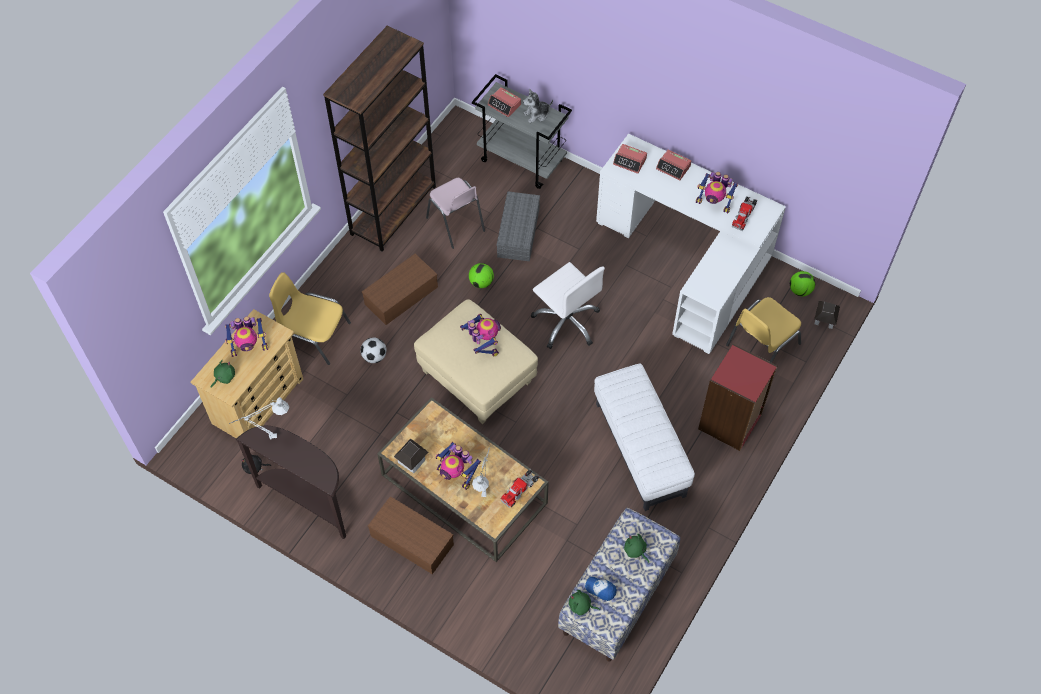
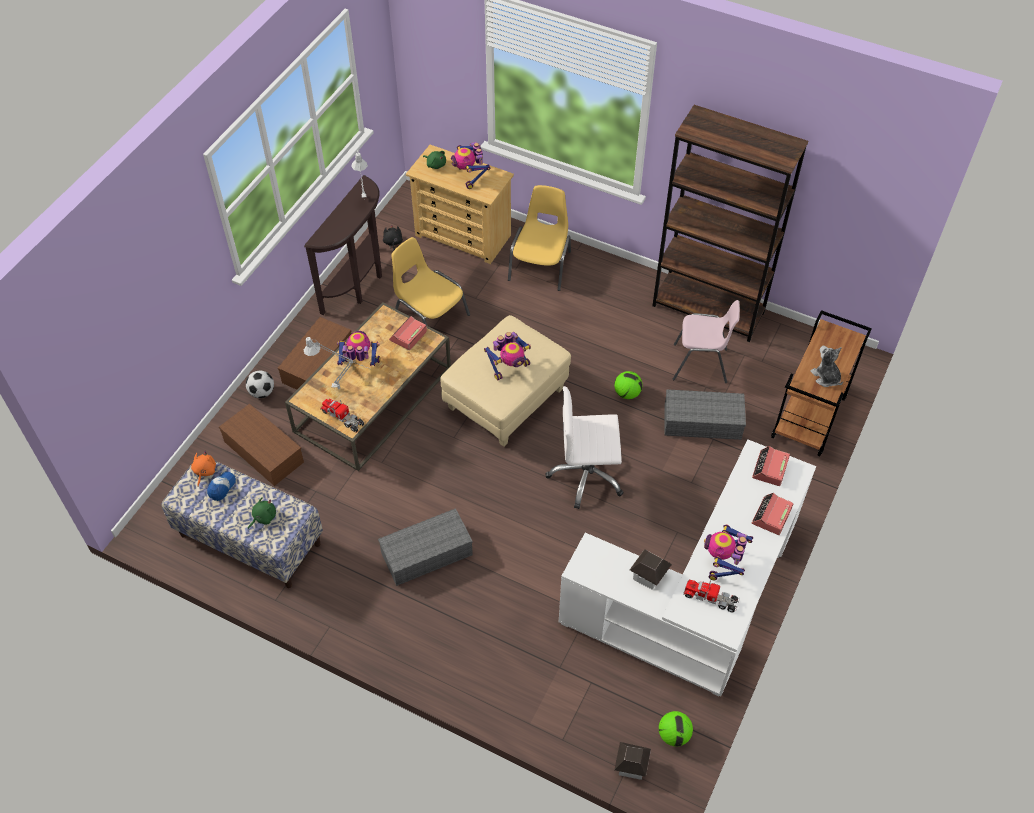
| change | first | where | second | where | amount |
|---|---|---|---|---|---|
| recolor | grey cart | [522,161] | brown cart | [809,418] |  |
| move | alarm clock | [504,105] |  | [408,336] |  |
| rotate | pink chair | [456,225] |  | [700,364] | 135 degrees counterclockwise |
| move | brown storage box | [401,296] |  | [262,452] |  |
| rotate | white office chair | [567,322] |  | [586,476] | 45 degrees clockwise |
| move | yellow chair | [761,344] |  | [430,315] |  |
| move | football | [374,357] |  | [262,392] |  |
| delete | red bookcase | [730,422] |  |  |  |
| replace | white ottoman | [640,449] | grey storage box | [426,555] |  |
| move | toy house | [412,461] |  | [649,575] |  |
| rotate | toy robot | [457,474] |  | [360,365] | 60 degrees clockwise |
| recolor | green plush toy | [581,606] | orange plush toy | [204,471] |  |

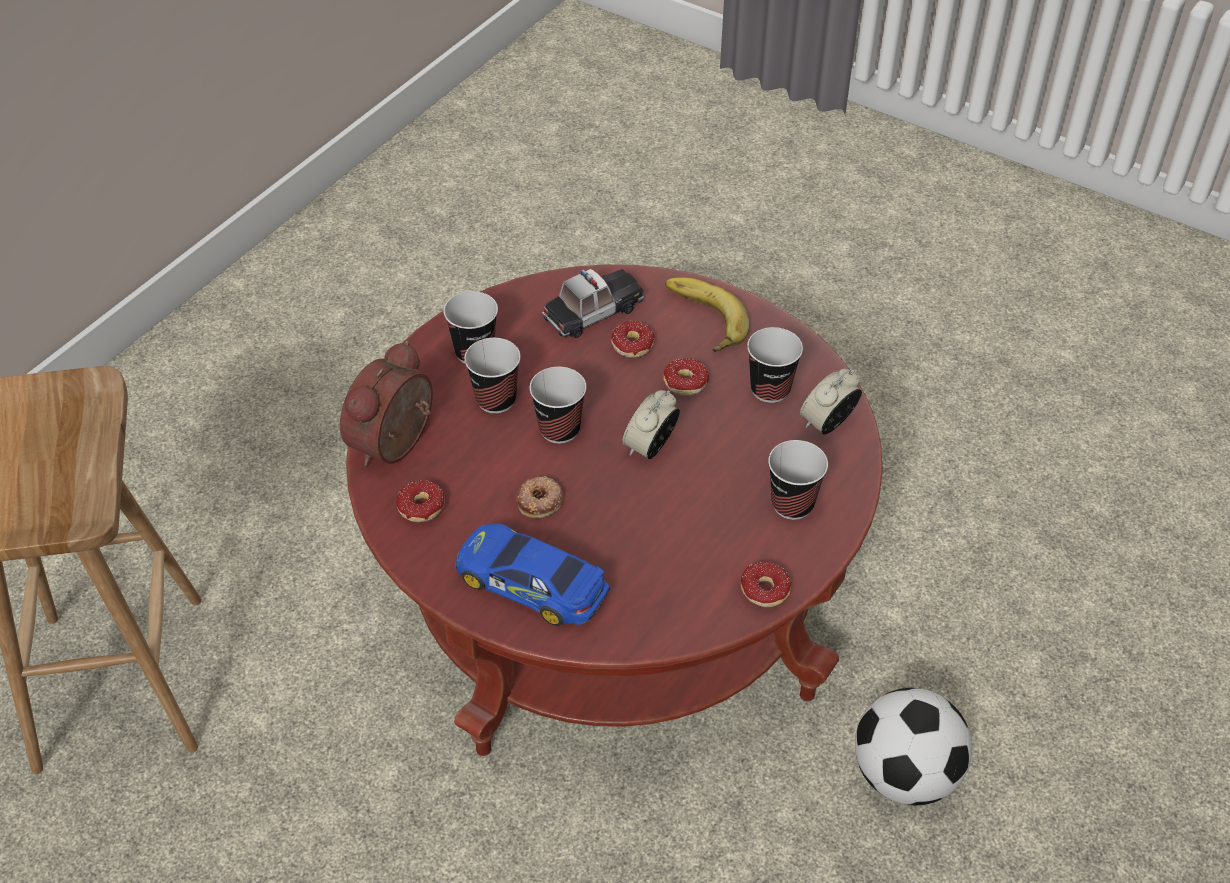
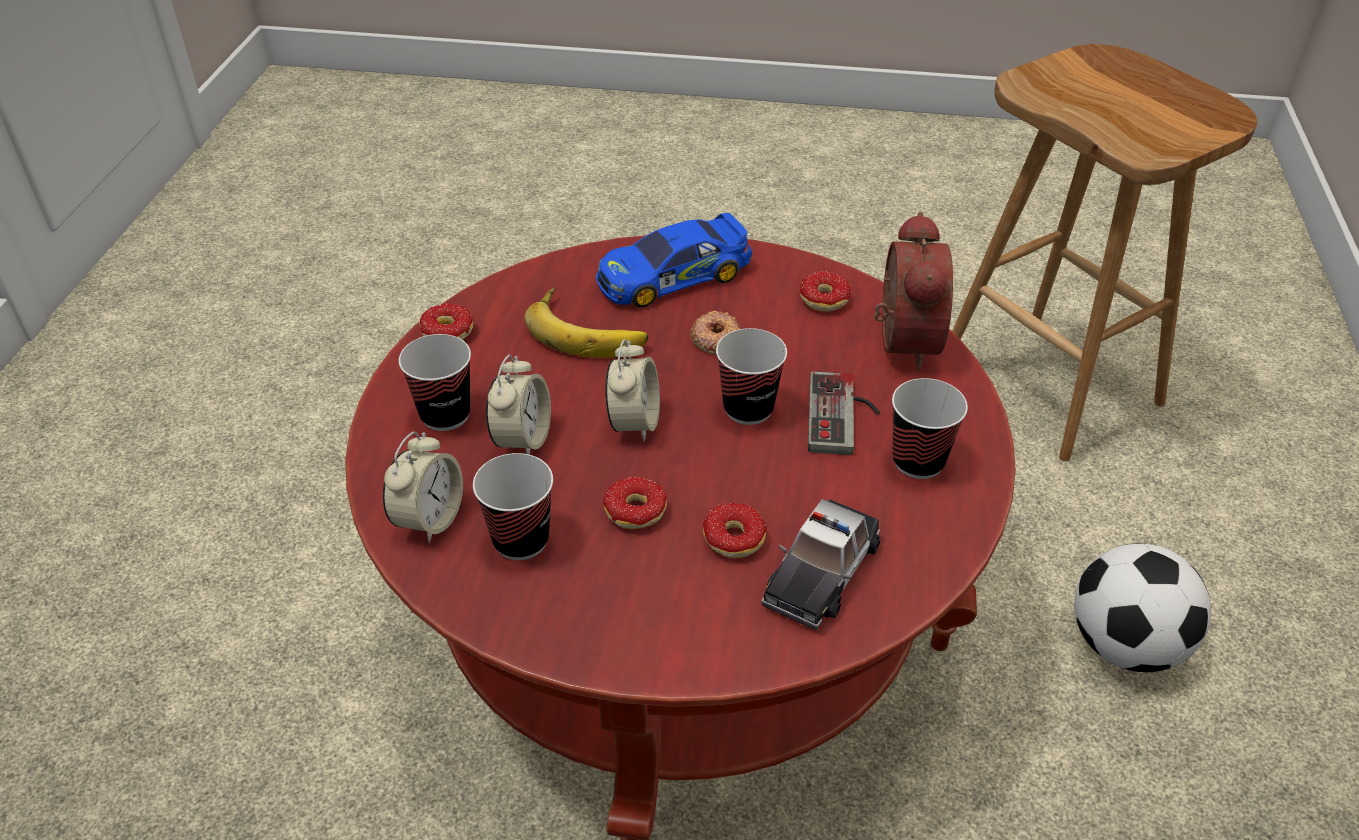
| change | first | where | second | where | amount |
|---|---|---|---|---|---|
| move | banana | [701,320] |  | [588,330] |  |
| replace | cup | [496,400] | game controller | [844,416] |  |
| rotate | toy car | [531,583] |  | [673,276] | 150 degrees clockwise |
| move | football | [904,775] |  | [1125,645] |  |
| insert |  |  | alarm clock | [522,439] |  |

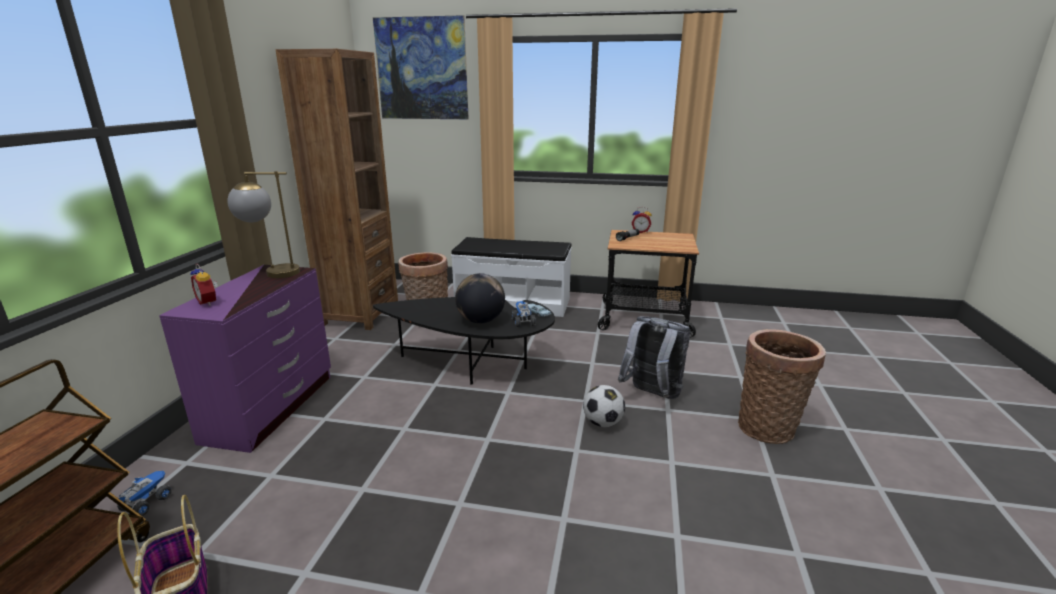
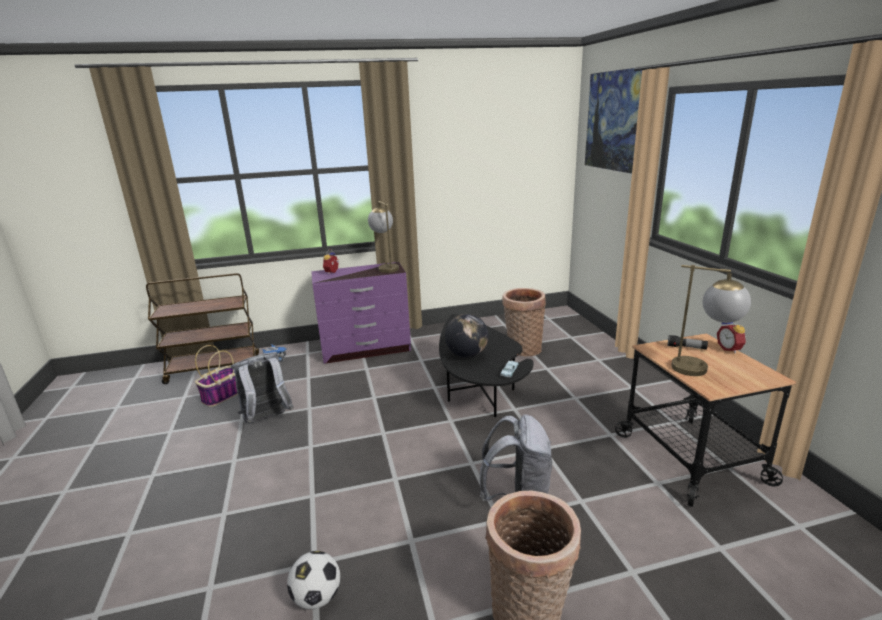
| change | first | where | second | where | amount |
|---|---|---|---|---|---|
| delete | brown bookcase | [360,314] |  |  |  |
| delete | white bench | [513,303] |  |  |  |
| delete | toy truck | [522,322] |  |  |  |
| move | football | [603,423] |  | [317,597] |  |
| insert |  |  | table lamp | [702,370] |  |
| insert |  |  | grey backpack | [267,419] |  |

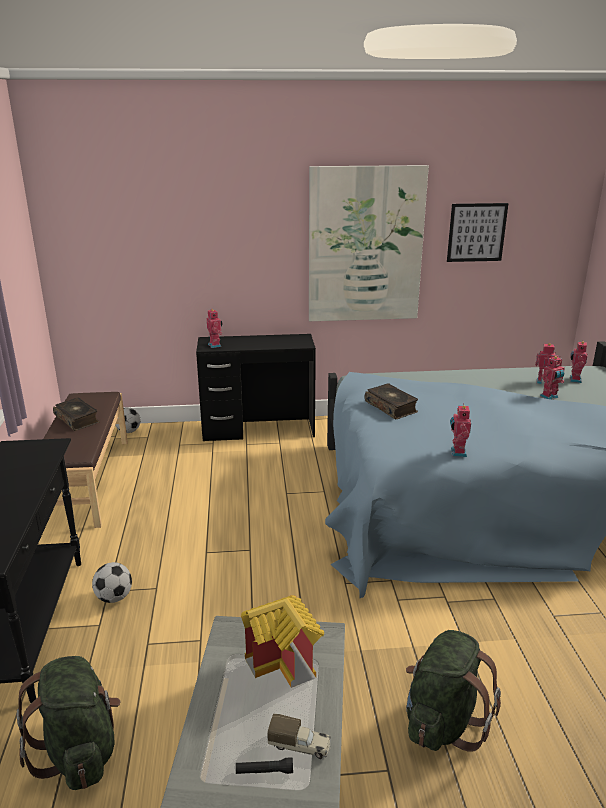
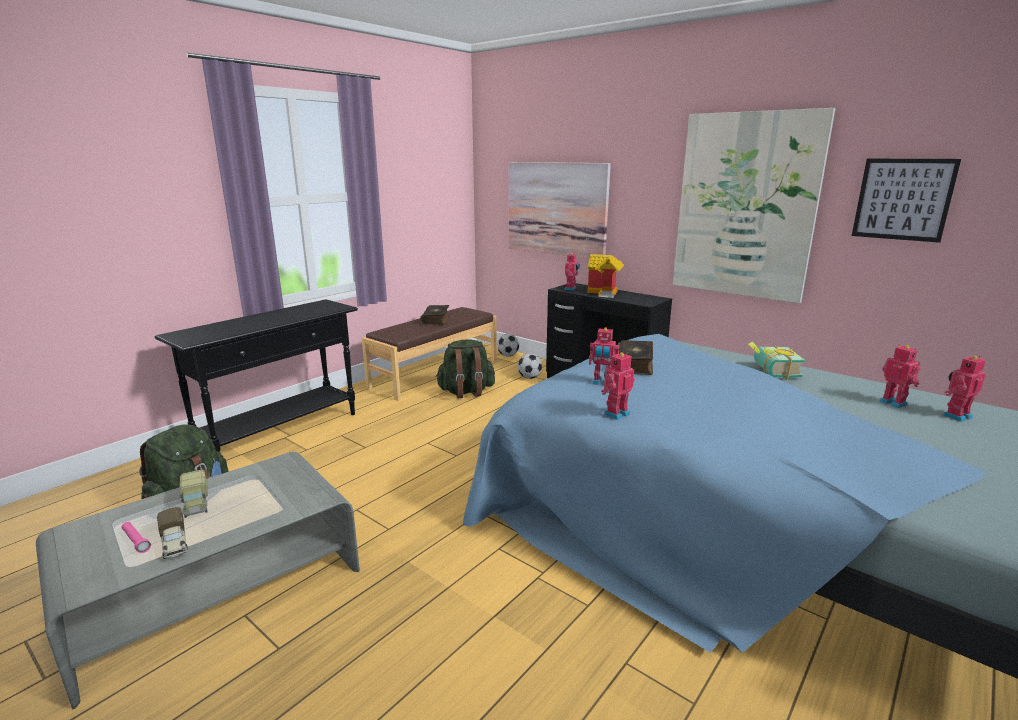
| change | first | where | second | where | amount |
|---|---|---|---|---|---|
| move | toy robot | [549,397] |  | [602,383] |  |
| move | football | [114,597] |  | [529,377] |  |
| move | toy house | [285,662] |  | [605,293] |  |
| move | green backpack | [443,722] |  | [466,392] |  |
| recolor | black flashlight | [264,771] | pink flashlight | [136,541] |  |
| insert |  |  | picture | [556,209] |  |
| insert |  |  | book | [771,372] |  |
| insert |  |  | toy truck | [196,503] |  |

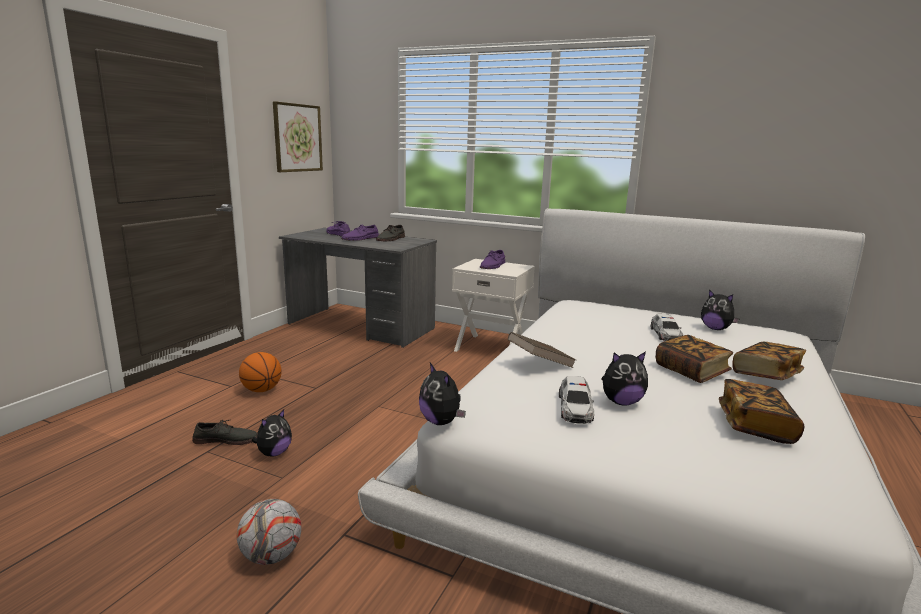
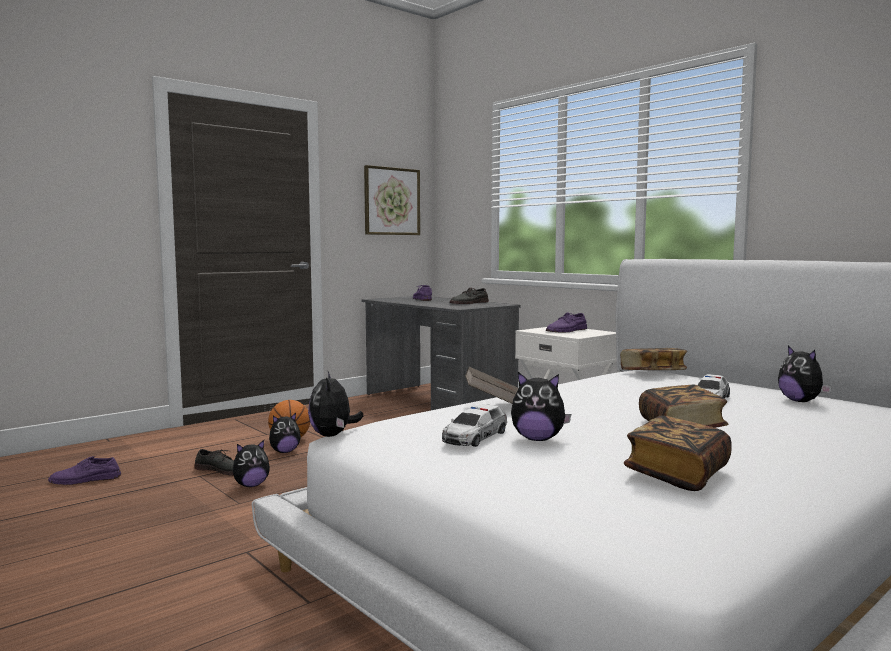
| change | first | where | second | where | amount |
|---|---|---|---|---|---|
| move | purple shoe | [360,238] |  | [85,480] |  |
| move | book | [766,374] |  | [652,373] |  |
| delete | football | [271,556] |  |  |  |
| insert |  |  | plush toy | [284,452] |  |

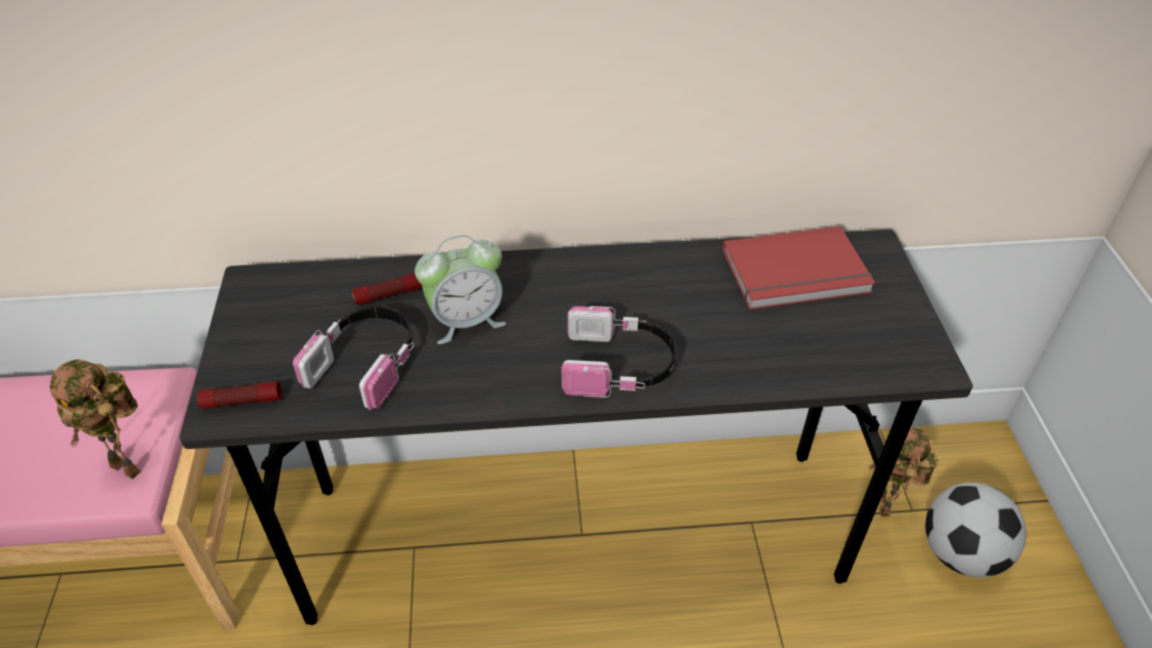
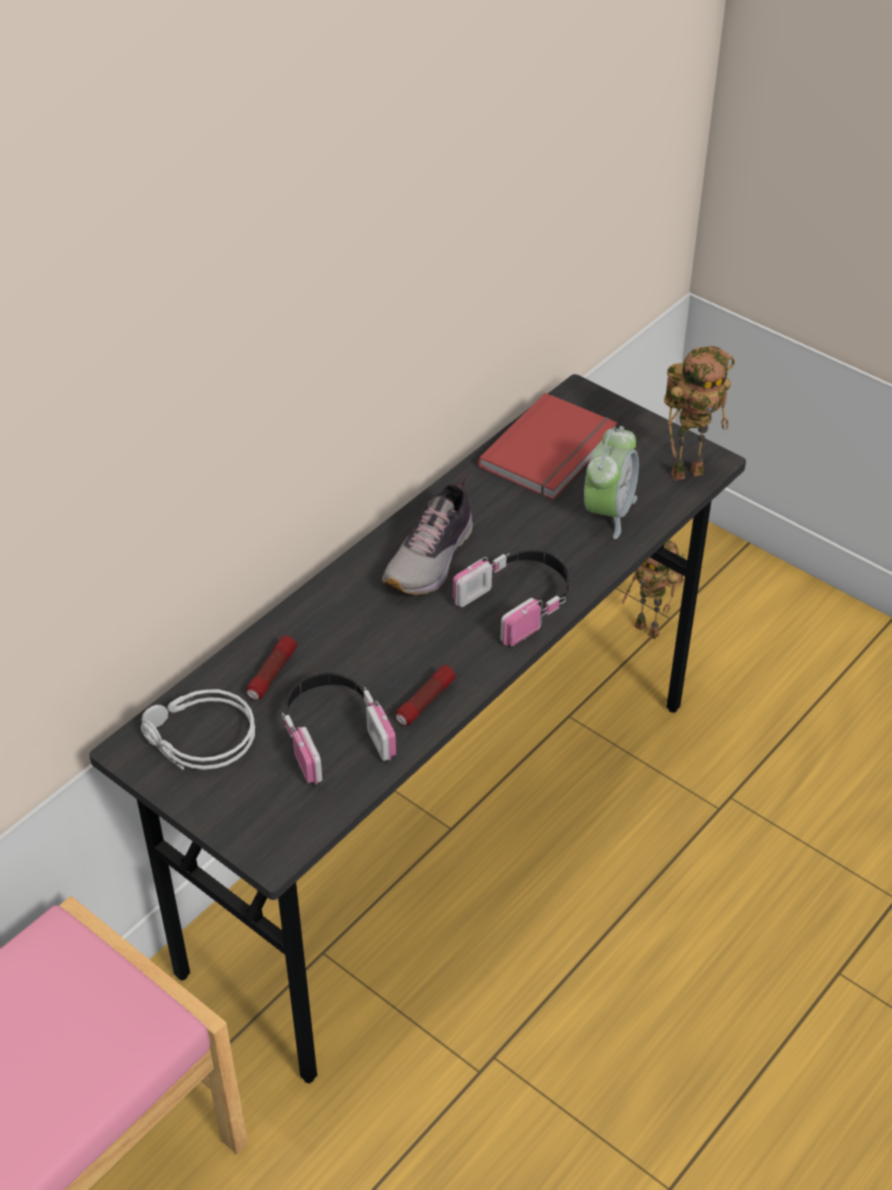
| change | first | where | second | where | amount |
|---|---|---|---|---|---|
| move | alarm clock | [466,321] |  | [608,512] |  |
| move | toy robot | [130,467] |  | [688,471] |  |
| move | flashlight | [242,401] |  | [425,702] |  |
| delete | football | [960,553] |  |  |  |
| insert |  |  | shoe | [432,558] |  |
| insert |  |  | grey headphones | [198,739] |  |

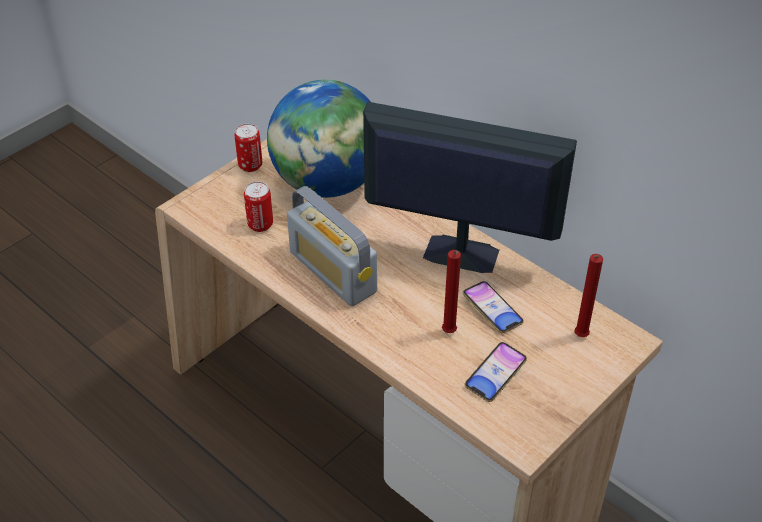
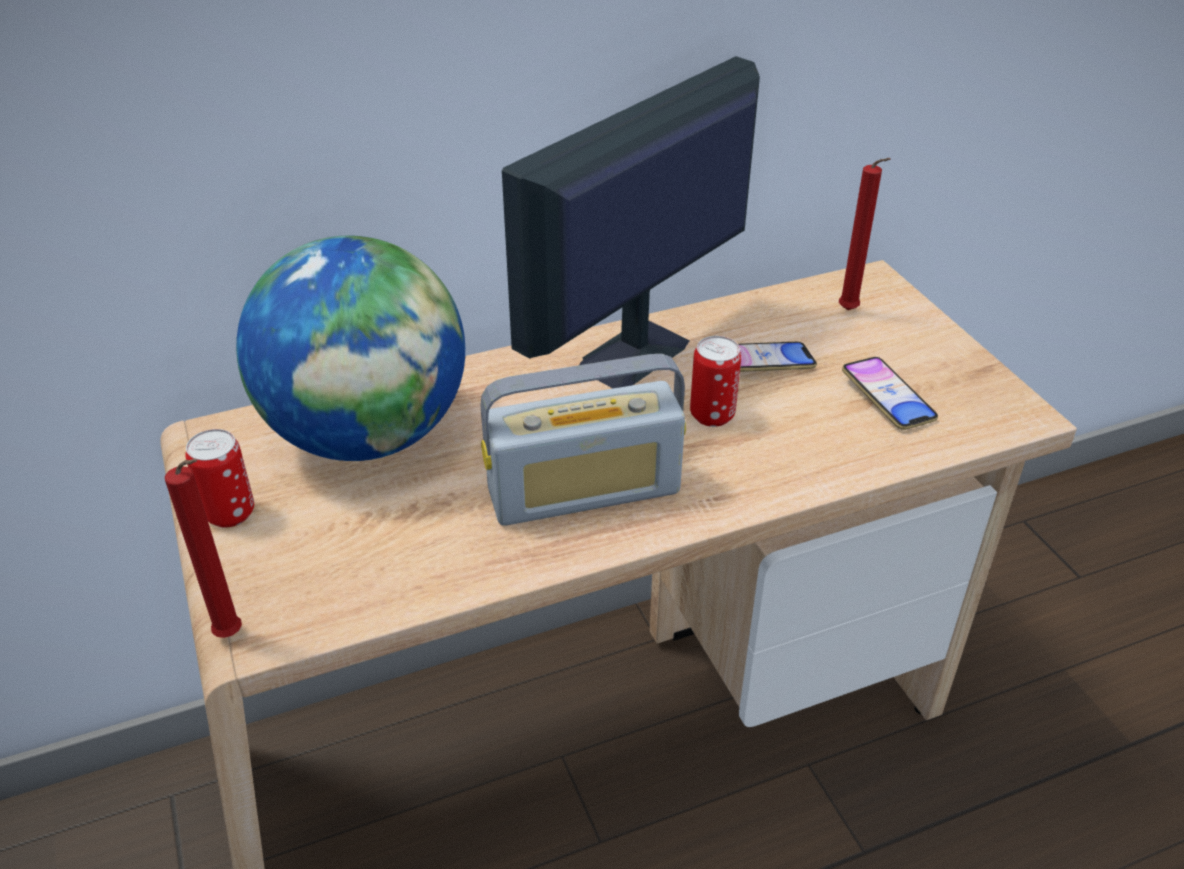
| change | first | where | second | where | amount |
|---|---|---|---|---|---|
| move | can | [260,225] |  | [712,415] |  |
| move | red candle | [449,333] |  | [233,636] |  |

